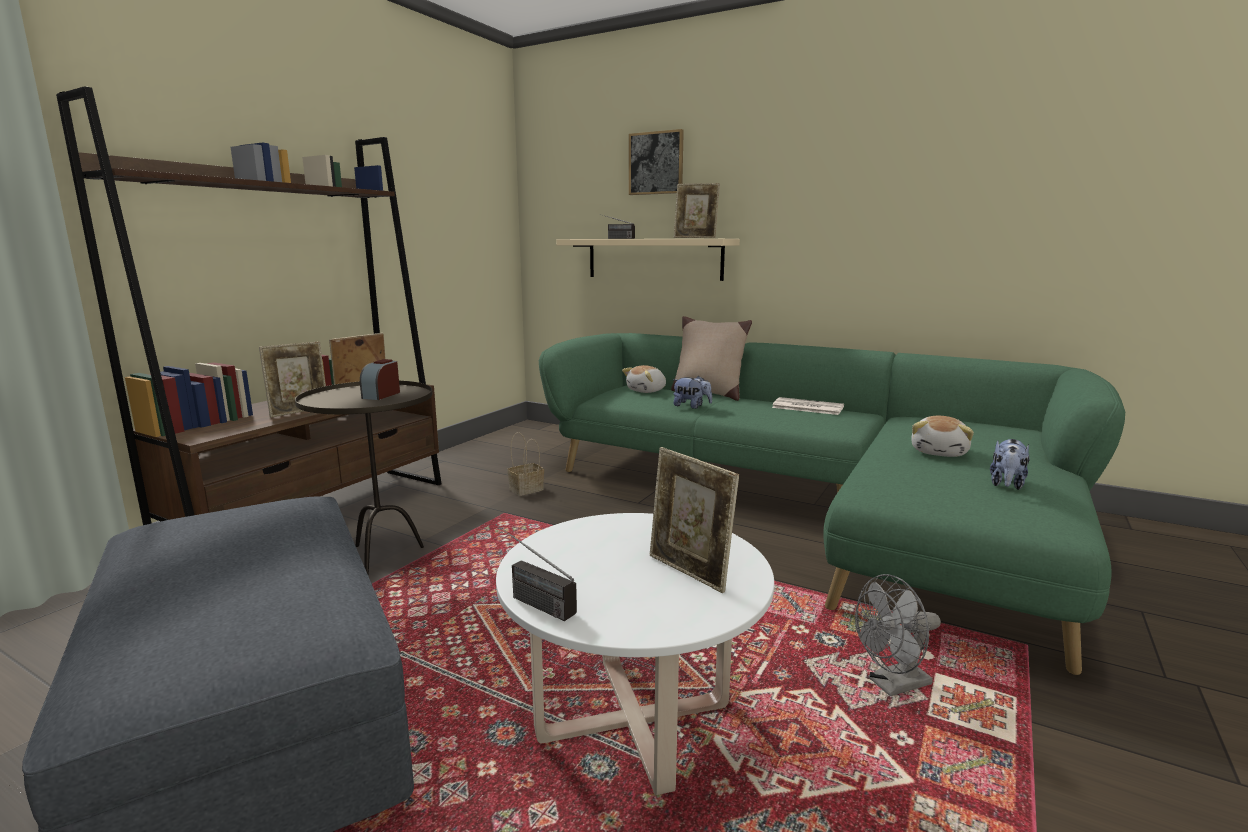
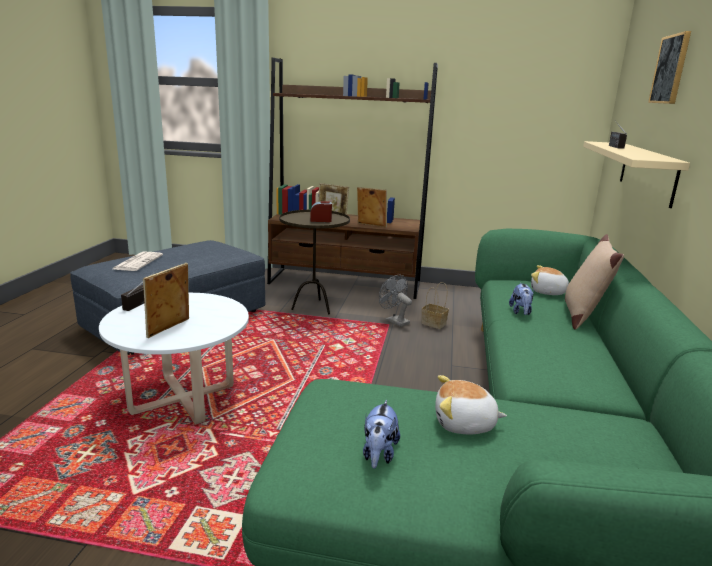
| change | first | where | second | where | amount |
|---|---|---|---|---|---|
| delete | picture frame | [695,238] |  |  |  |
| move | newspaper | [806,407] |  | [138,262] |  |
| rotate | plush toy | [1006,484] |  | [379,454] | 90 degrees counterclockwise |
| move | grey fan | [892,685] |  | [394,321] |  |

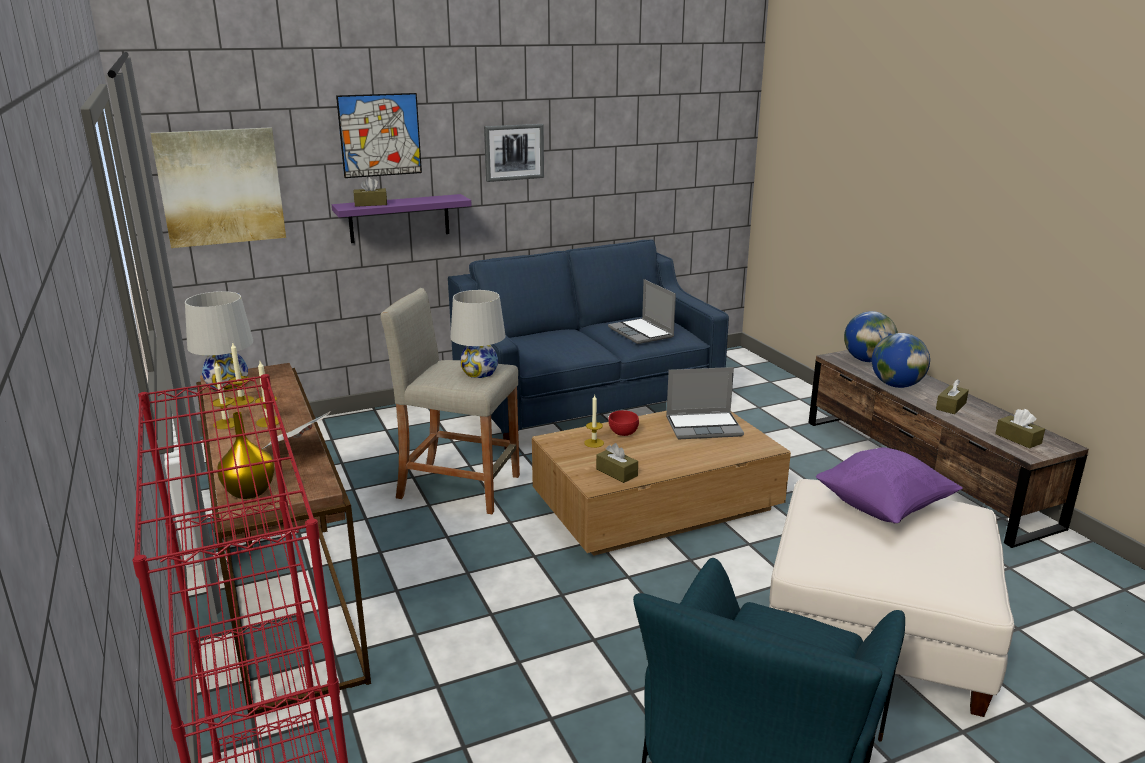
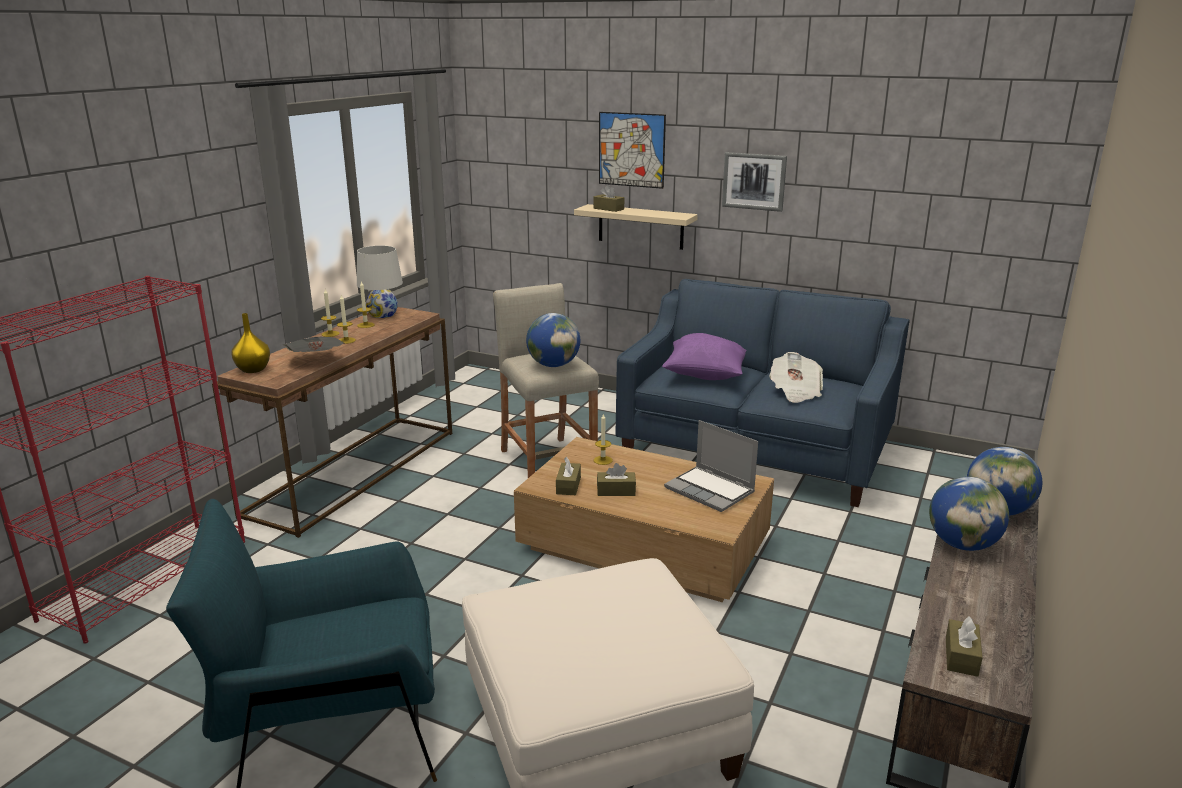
| change | first | where | second | where | amount |
|---|---|---|---|---|---|
| delete | picture | [221,187] |  |  |  |
| recolor | purple shelf | [399,218] | beige shelf | [640,227] |  |
| replace | laptop | [642,333] | newspaper | [795,392] |  |
| replace | white table lamp | [479,372] | globe | [553,365] |  |
| move | brown tissue box | [951,406] |  | [616,491] |  |
| delete | red bowl | [623,433] |  |  |  |
| move | purple pillow | [883,508] |  | [704,376] |  |

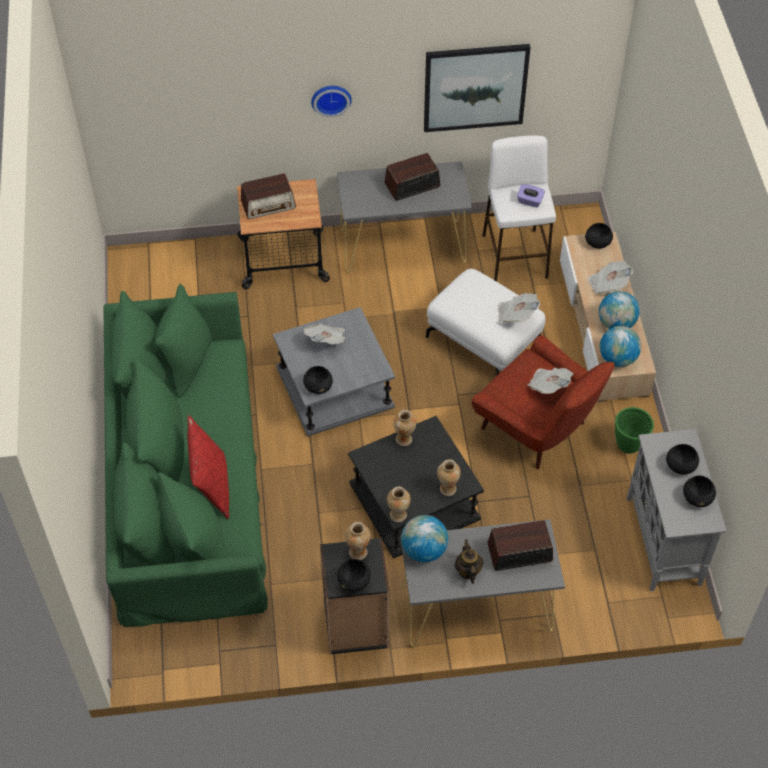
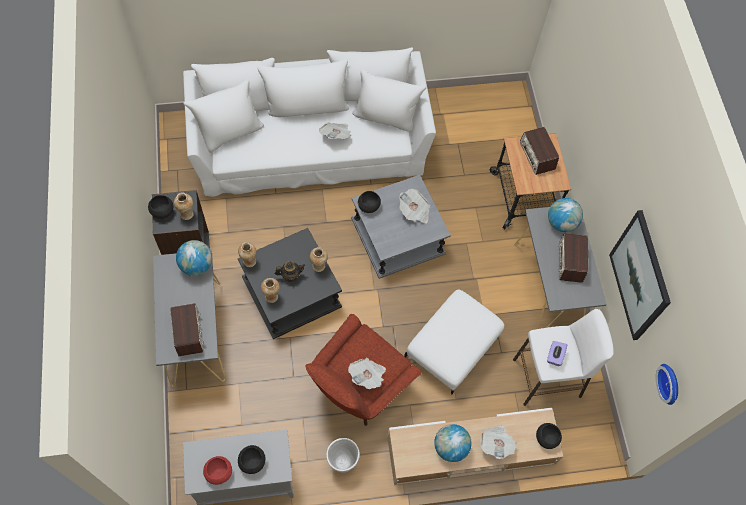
| change | first | where | second | where | amount |
|---|---|---|---|---|---|
| move | wall clock | [331,98] |  | [670,383] |  |
| rotate | radio | [412,185] |  | [570,262] | 150 degrees counterclockwise |
| recolor | green sofa | [188,483] | white sofa | [310,144] |  |
| move | newspaper | [516,315] |  | [336,135] |  |
| move | globe | [617,358] |  | [561,223] |  |
| recolor | green planter | [629,445] | white planter | [342,462] |  |
| delete | red pillow | [211,486] |  |  |  |
| recolor | black bowl | [697,498] | red bowl | [219,473] |  |
| move | teapot | [468,571] |  | [290,275] |  |

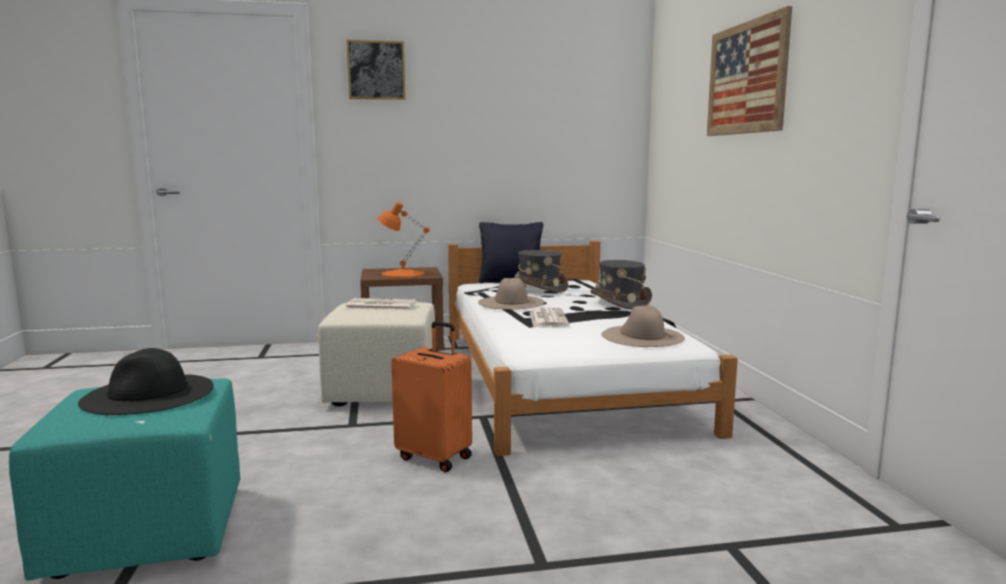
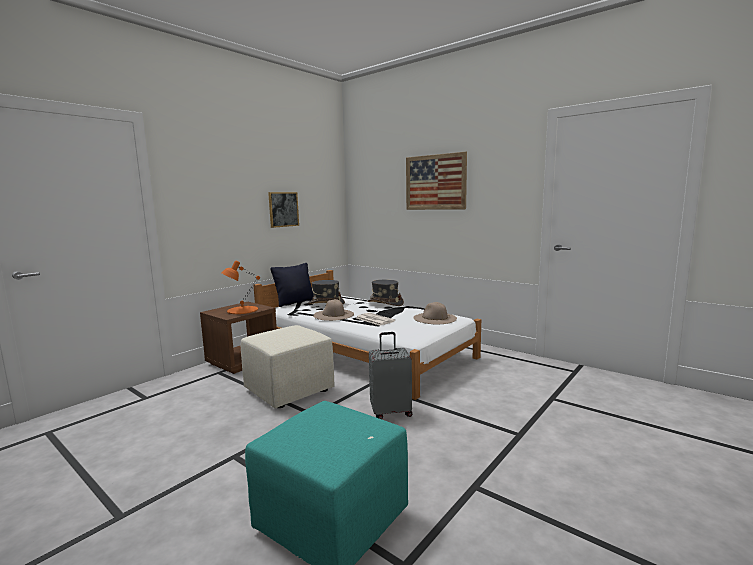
| change | first | where | second | where | amount |
|---|---|---|---|---|---|
| move | picture | [376,70] |  | [283,209] |  |
| delete | newspaper | [380,305] |  |  |  |
| recolor | orange suitcase | [435,457] | grey suitcase | [391,412] |  |
| delete | black hat | [148,394] |  |  |  |

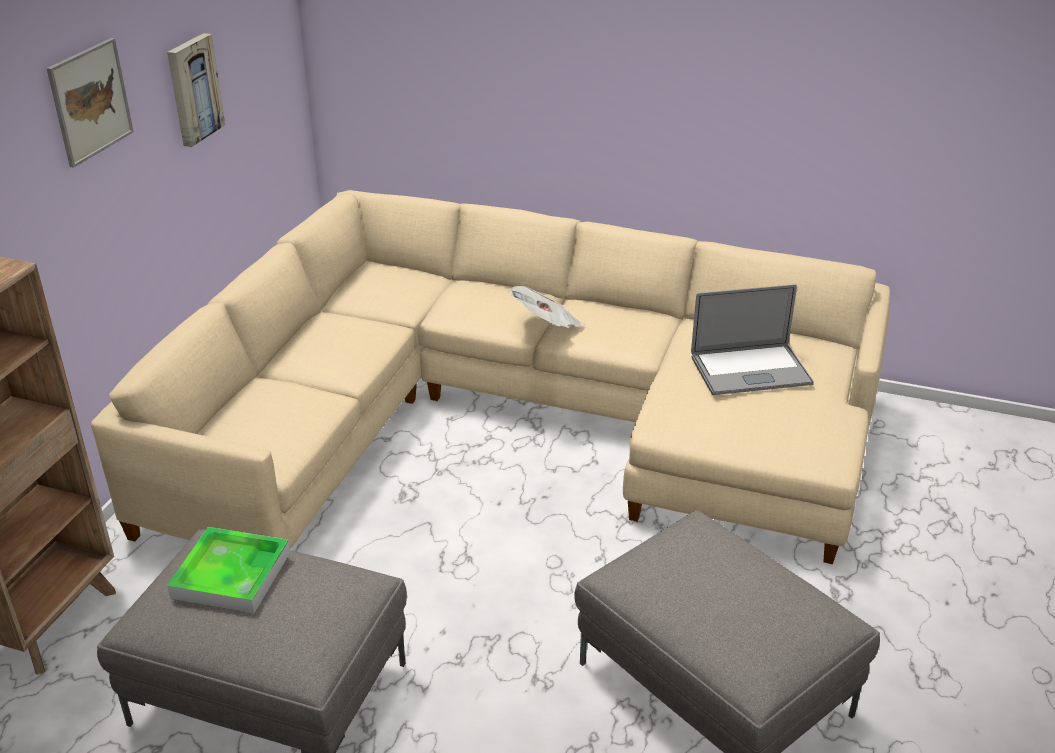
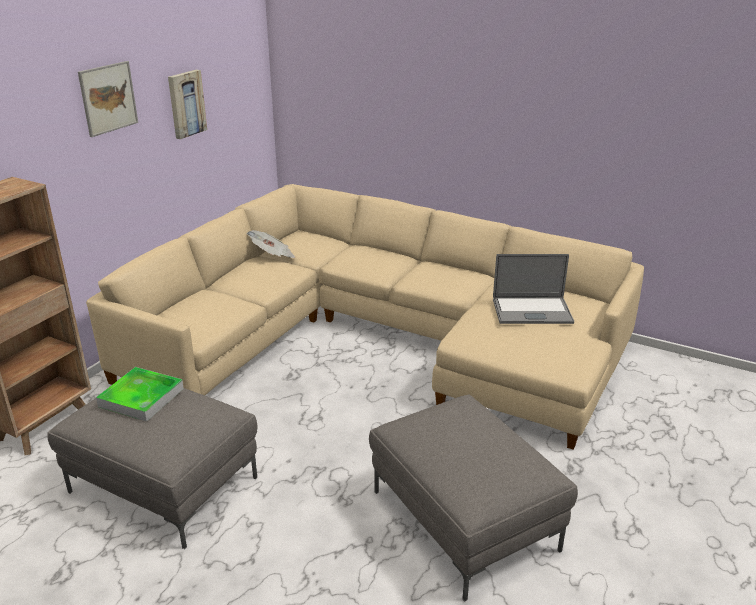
| change | first | where | second | where | amount |
|---|---|---|---|---|---|
| move | newspaper | [546,325] |  | [272,256] |  |

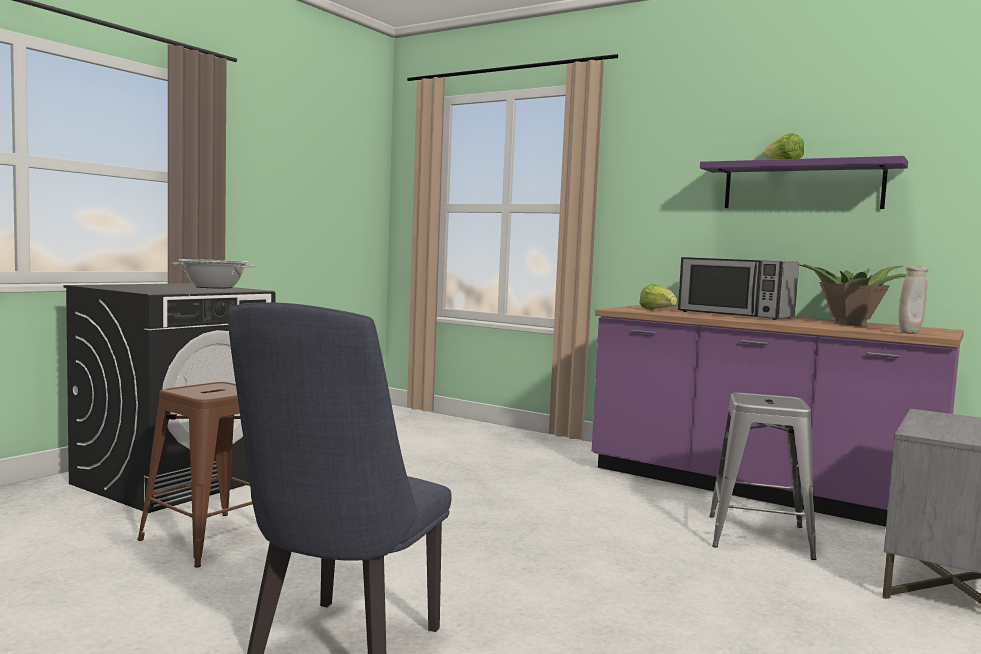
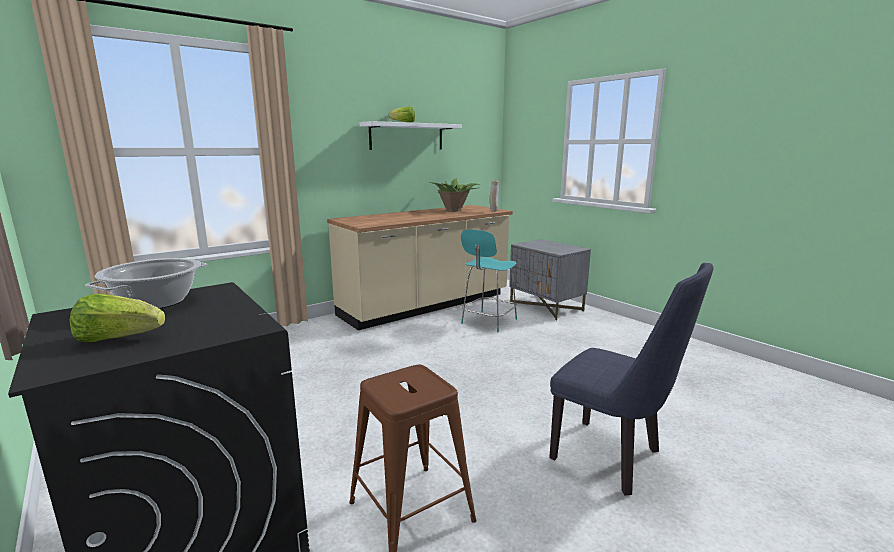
| change | first | where | second | where | amount |
|---|---|---|---|---|---|
| recolor | purple shelf | [802,186] | white shelf | [407,136] |  |
| delete | microwave | [735,315] |  |  |  |
| move | lettuce | [657,310] |  | [119,338] |  |
| recolor | purple counter | [756,490] | beige counter | [426,305] |  |
| replace | grey stool | [759,537] | turquoise chair | [488,322] |  |

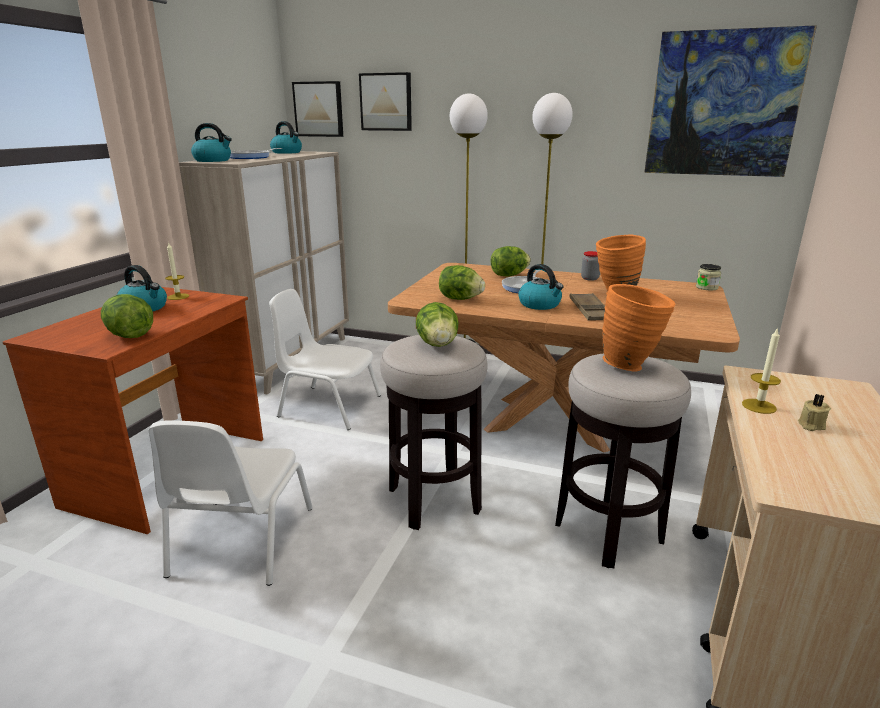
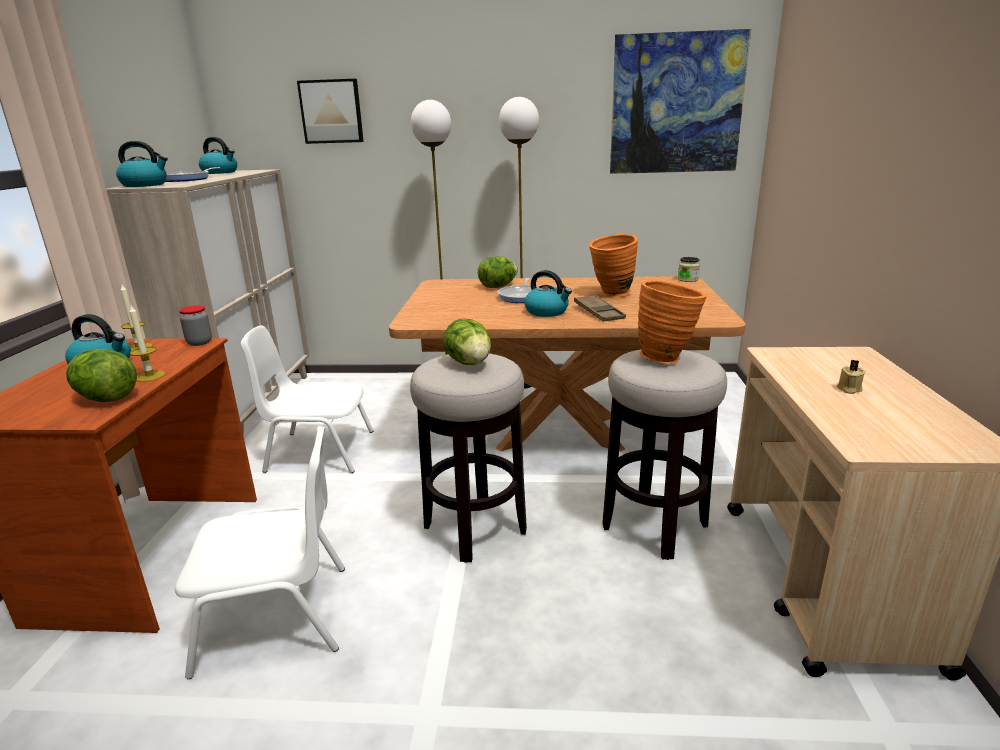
| change | first | where | second | where | amount |
|---|---|---|---|---|---|
| delete | picture | [319,109] |  |  |  |
| move | jar | [589,278] |  | [199,342] |  |
| delete | lettuce | [460,299] |  |  |  |
| move | candle | [759,406] |  | [150,376] |  |
| rotate | white chair | [240,542] |  | [277,617] | 90 degrees counterclockwise |

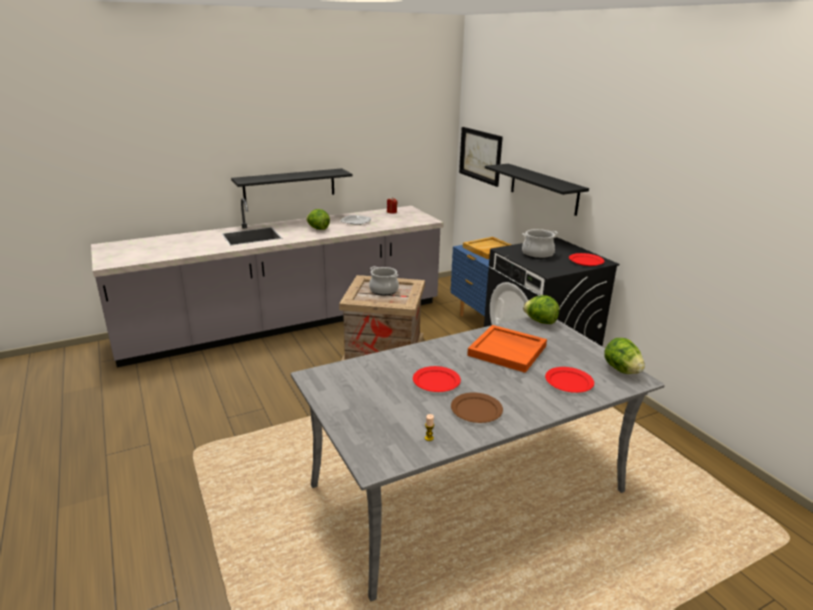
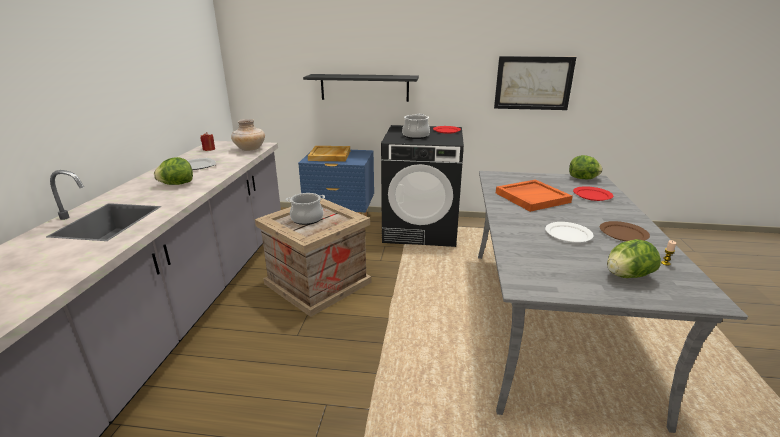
| change | first | where | second | where | amount |
|---|---|---|---|---|---|
| move | picture | [480,155] |  | [533,83] |  |
| delete | black shelf | [289,186] |  |  |  |
| move | lettuce | [540,321] |  | [627,276] |  |
| recolor | red plate | [436,381] | white plate | [568,234] |  |
| insert |  |  | beige vase | [250,149] |  |

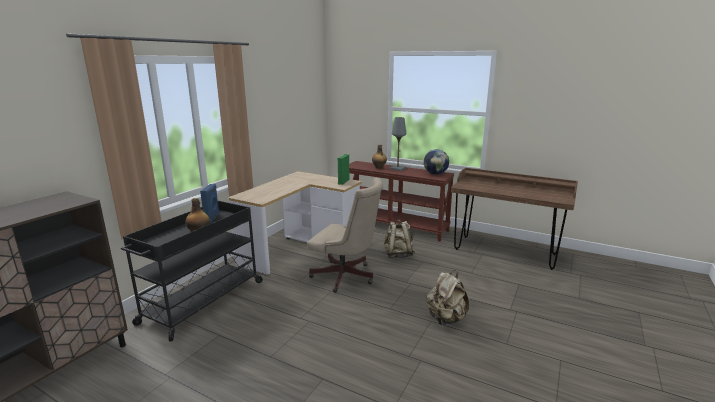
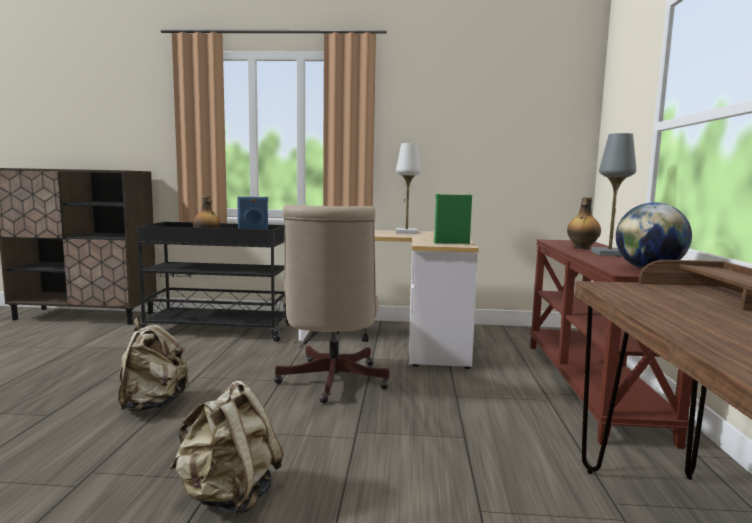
| change | first | where | second | where | amount |
|---|---|---|---|---|---|
| move | beige backpack | [398,255] |  | [153,405] |  |
| insert |  |  | white table lamp | [406,232] |  |

